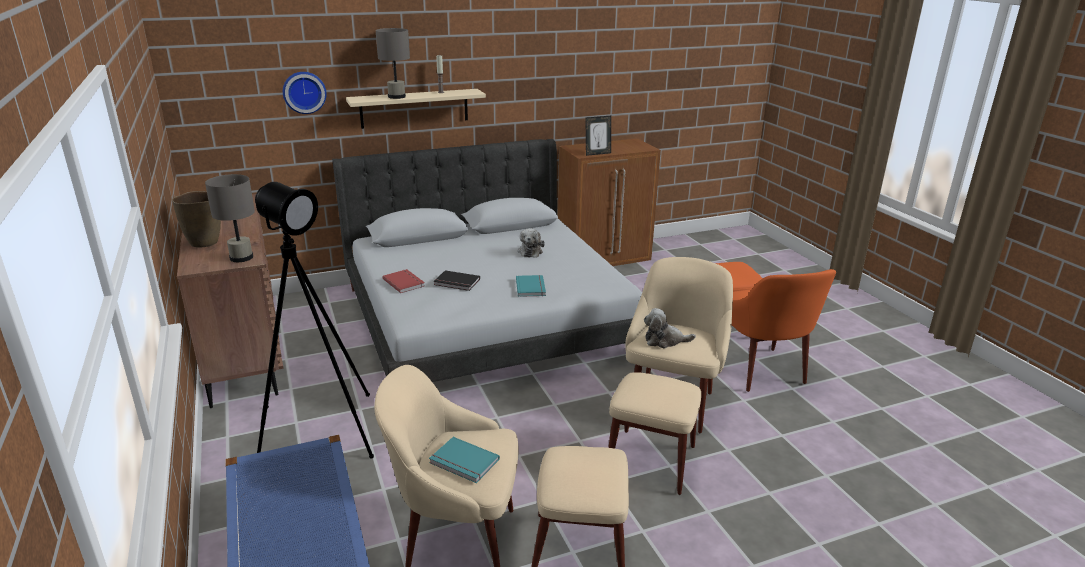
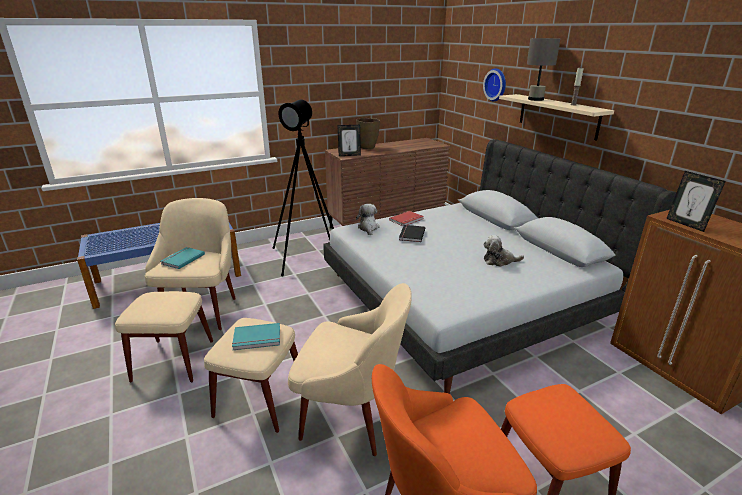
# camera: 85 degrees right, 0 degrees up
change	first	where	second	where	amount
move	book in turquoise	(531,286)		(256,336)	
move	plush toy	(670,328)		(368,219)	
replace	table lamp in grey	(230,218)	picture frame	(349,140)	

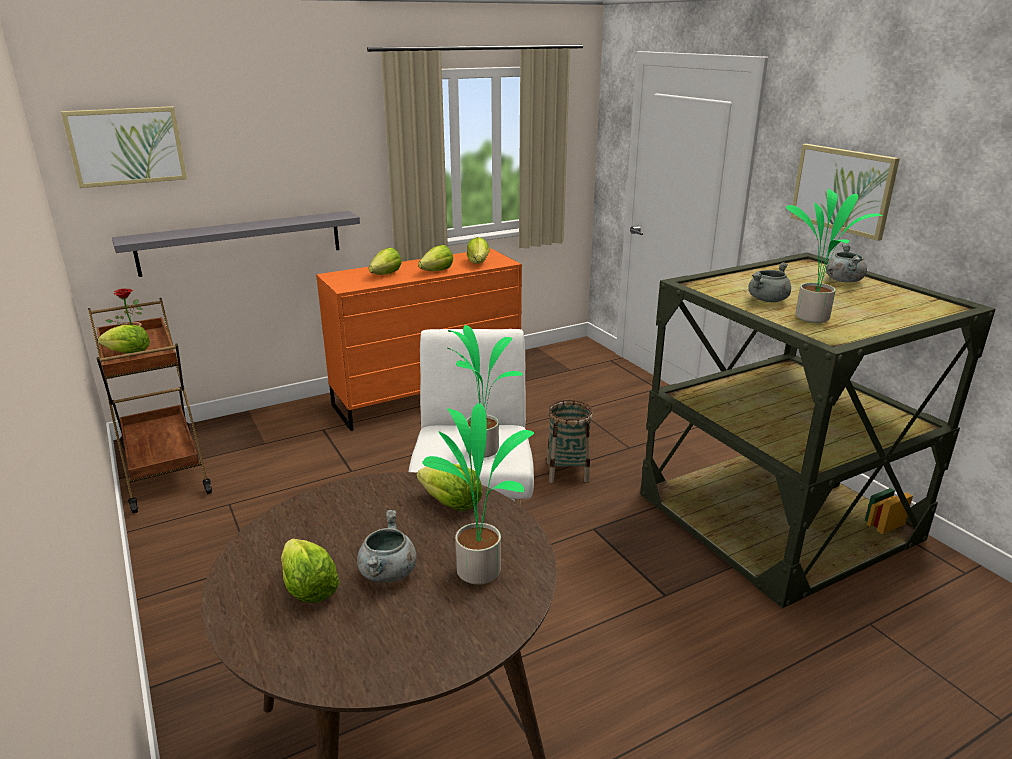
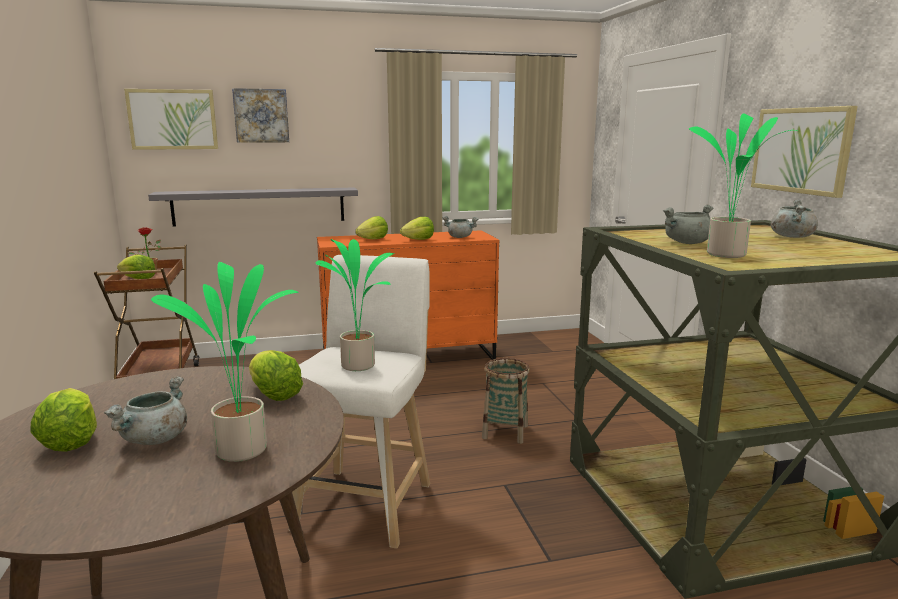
# camera: 15 degrees right, 10 degrees down
change	first	where	second	where	amount
insert			picture	(260,115)	
replace	lettuce	(478,250)	cooking pot in grey	(460,227)	

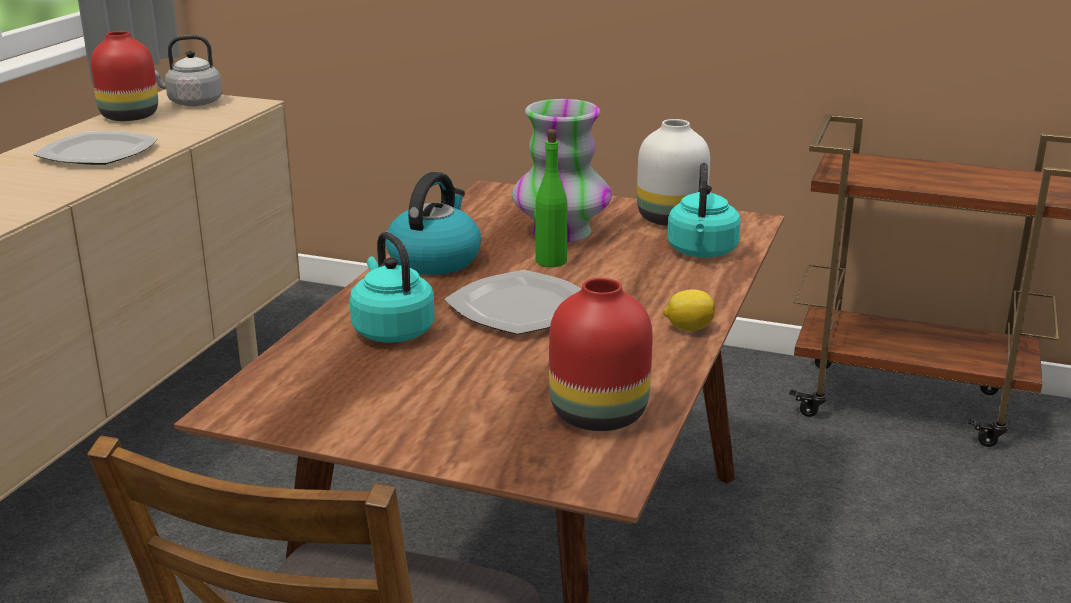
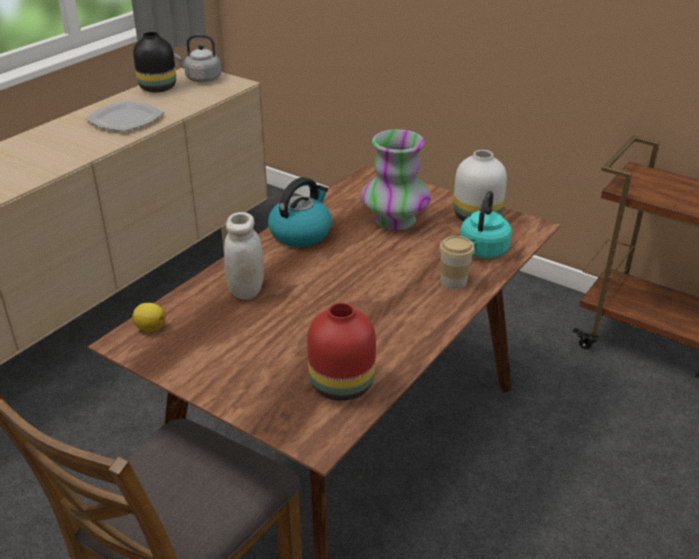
# camera: 15 degrees right, 10 degrees up
change	first	where	second	where	amount
delete	plate	(513,302)			
delete	bottle in green	(551,198)			
insert			cup	(457,262)	
move	lemon	(689,310)		(149,317)	
replace	kettle in turquoise	(392,287)	jar in white	(244,256)	
recolor	vase in red	(124,76)	vase in black	(154,62)	

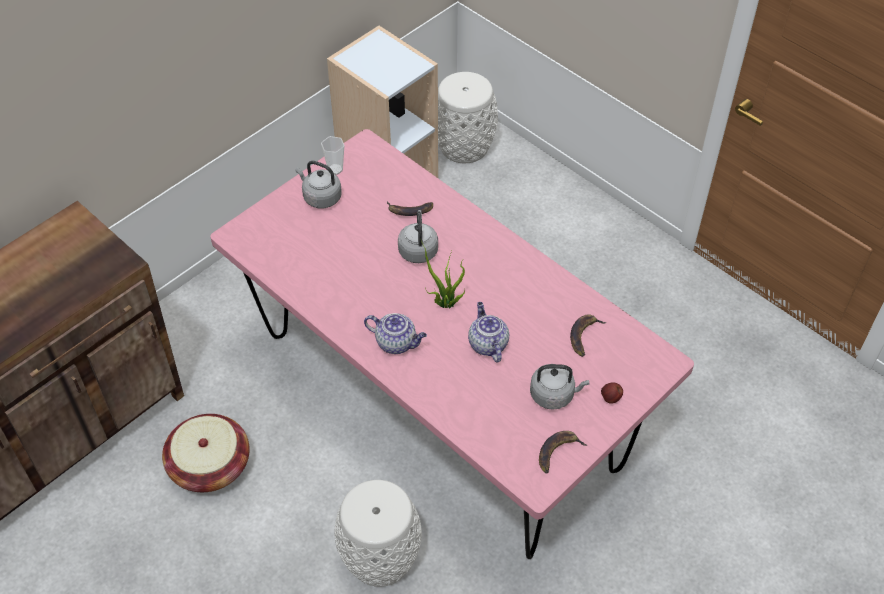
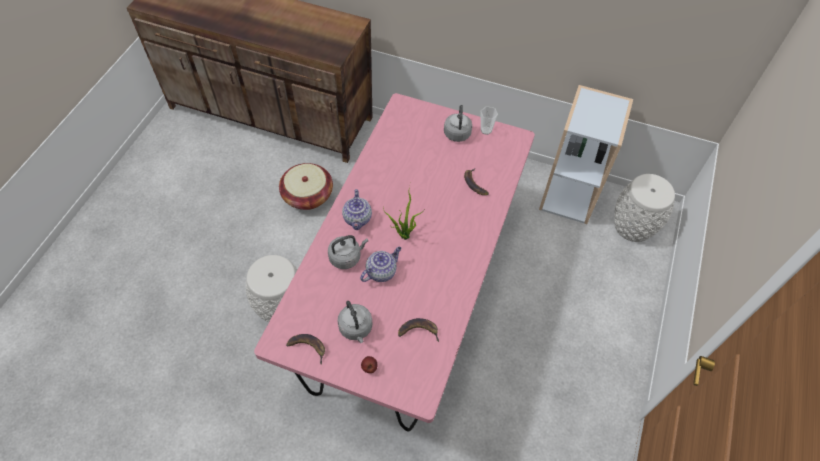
# camera: 65 degrees right, 5 degrees up
change	first	where	second	where	amount
move	kettle in grey	(418,236)		(348,252)	

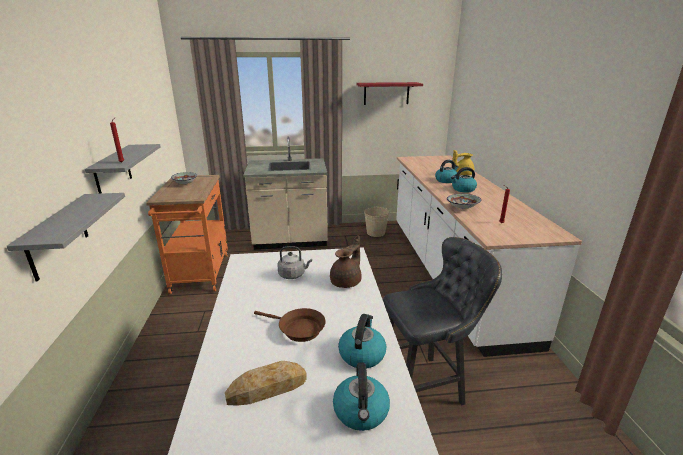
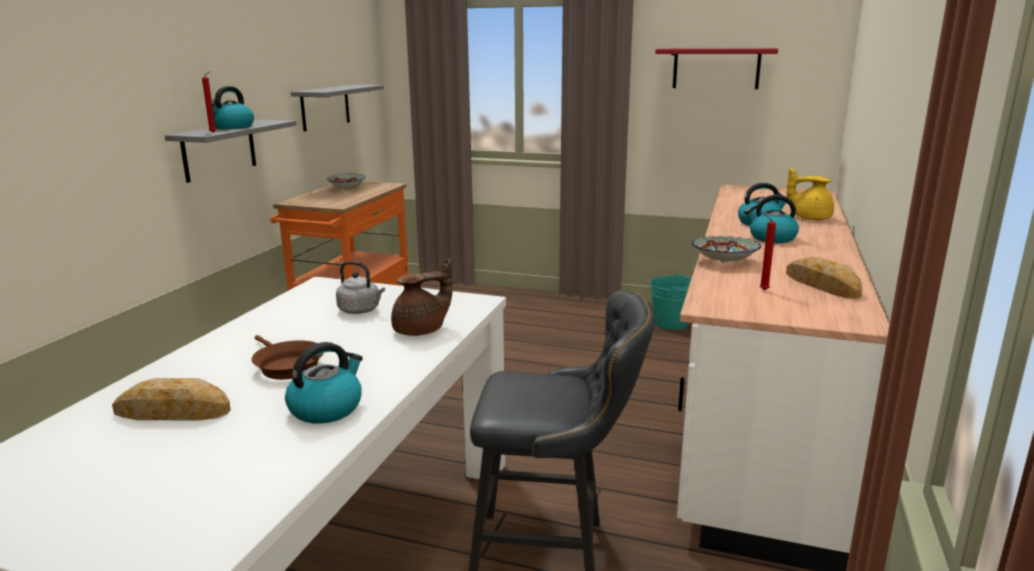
# camera: 25 degrees right, 5 degrees down
change	first	where	second	where	amount
delete	counter in beige	(285,193)			
insert			bread	(824,278)	
move	shelf in grey	(66,237)		(337,108)	
move	kettle	(361,397)		(233,107)	
recolor	bucket in beige	(377,221)	bucket in turquoise	(671,301)	

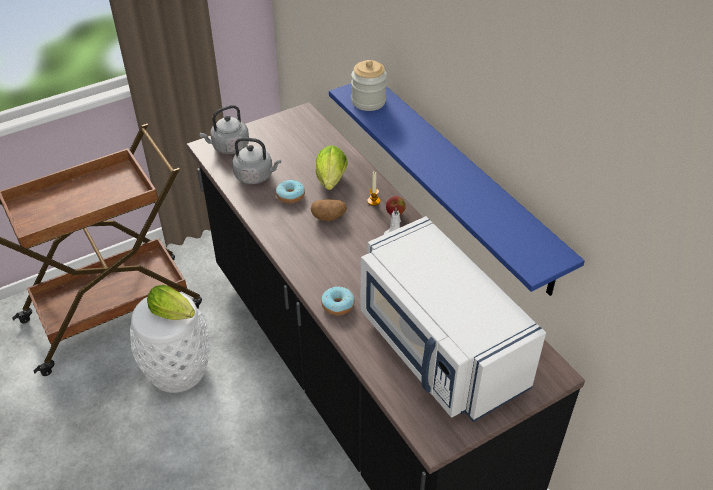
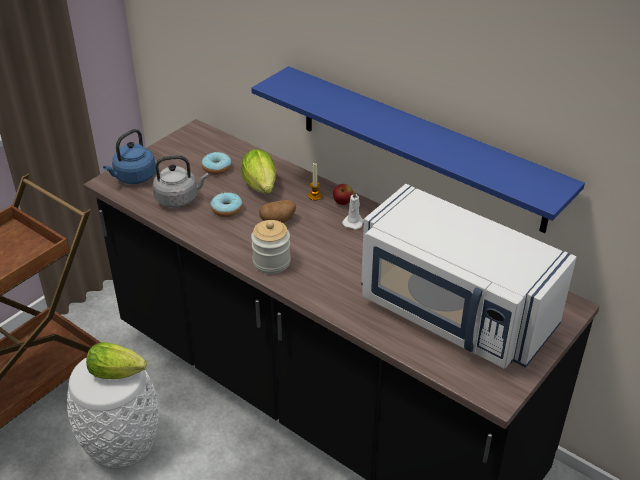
# camera: 20 degrees left, 5 degrees down
change	first	where	second	where	amount
move	donut	(338,301)		(216,163)	
move	jar	(369,85)		(271,247)	
recolor	kettle in grey	(224,129)	kettle in blue	(129,156)	

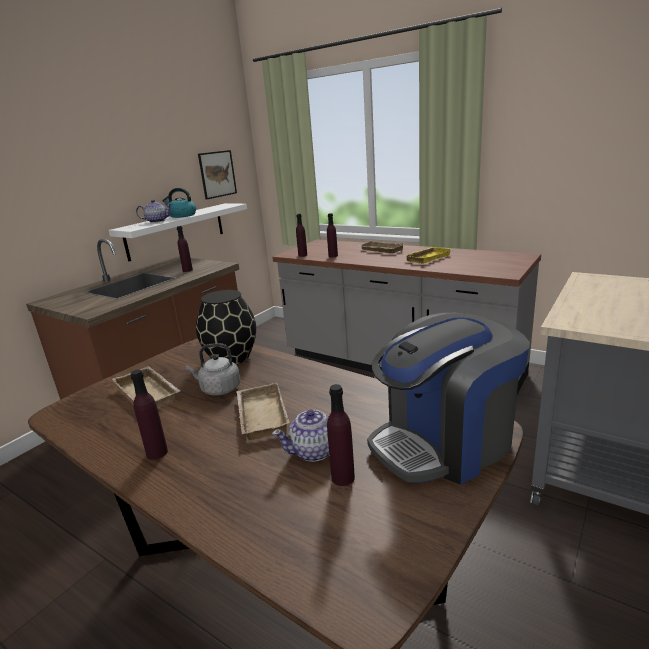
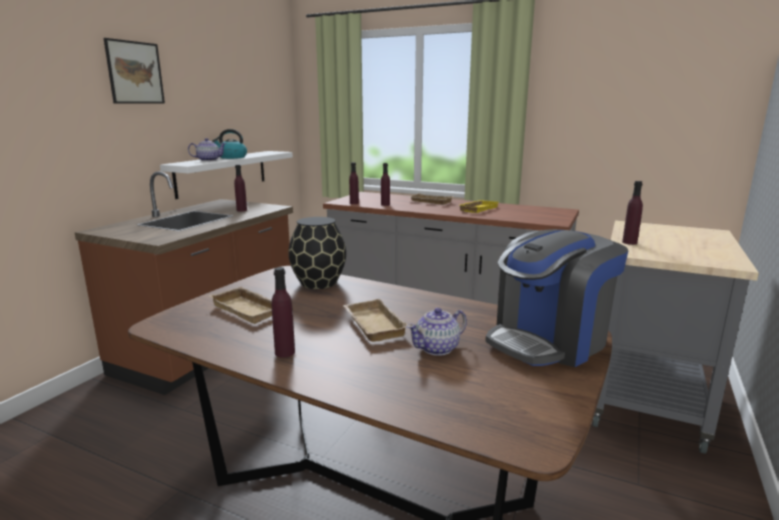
# camera: 10 degrees left, 5 degrees down
change	first	where	second	where	amount
delete	kettle in grey	(213,369)			
move	picture	(217,175)		(134,70)	
move	bottle in purple	(341,435)		(632,213)	

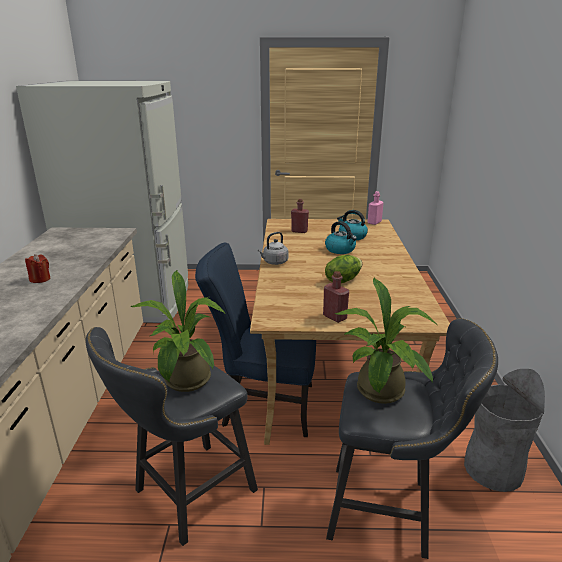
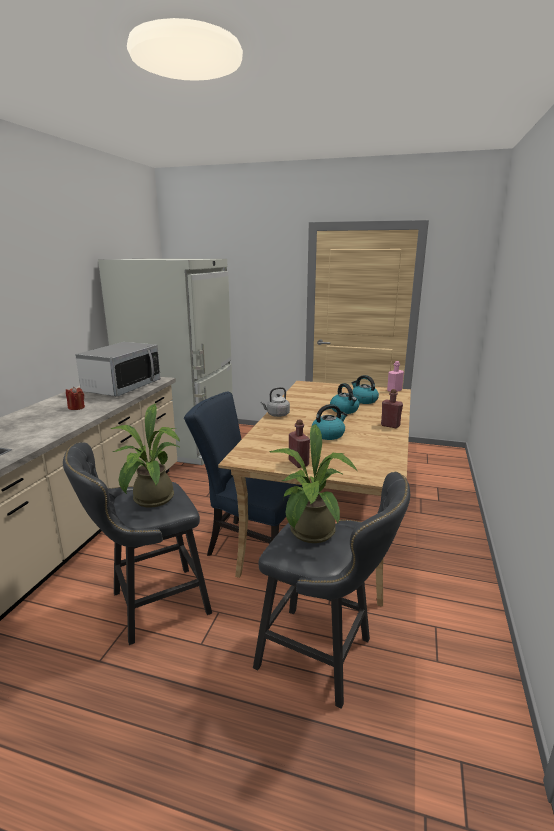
# camera: 15 degrees right, 5 degrees down
change	first	where	second	where	amount
delete	trash can in grey	(504,430)			
insert			microwave	(118,369)	
move	bottle in red	(300,216)		(392,408)	
replace	lettuce	(343,269)	kettle	(330,422)	

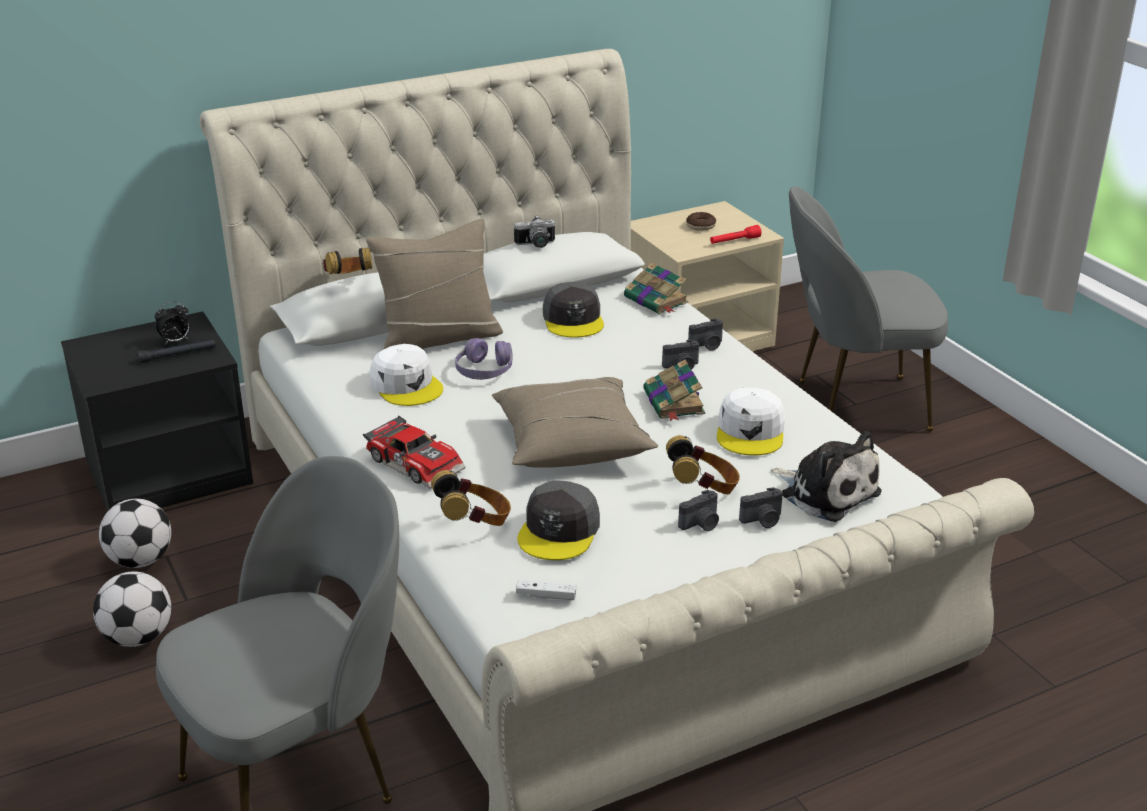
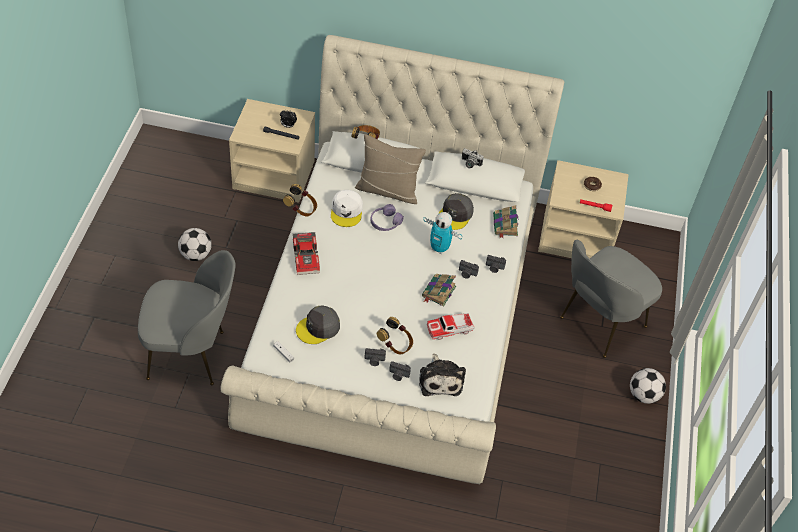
# camera: 35 degrees right, 20 degrees up
change	first	where	second	where	amount
delete	pillow in beige	(575,422)			
insert			toy robot	(442,233)	
move	football	(135,533)		(648,386)	
move	headphones	(471,498)		(300,200)	
replace	cap in white	(751,422)	toy car	(450,326)	
recolor	nightstand in black	(157,411)	nightstand in beige	(272,151)	
rotate	chair in grey	(868,309)		(611,299)	75 degrees counterclockwise

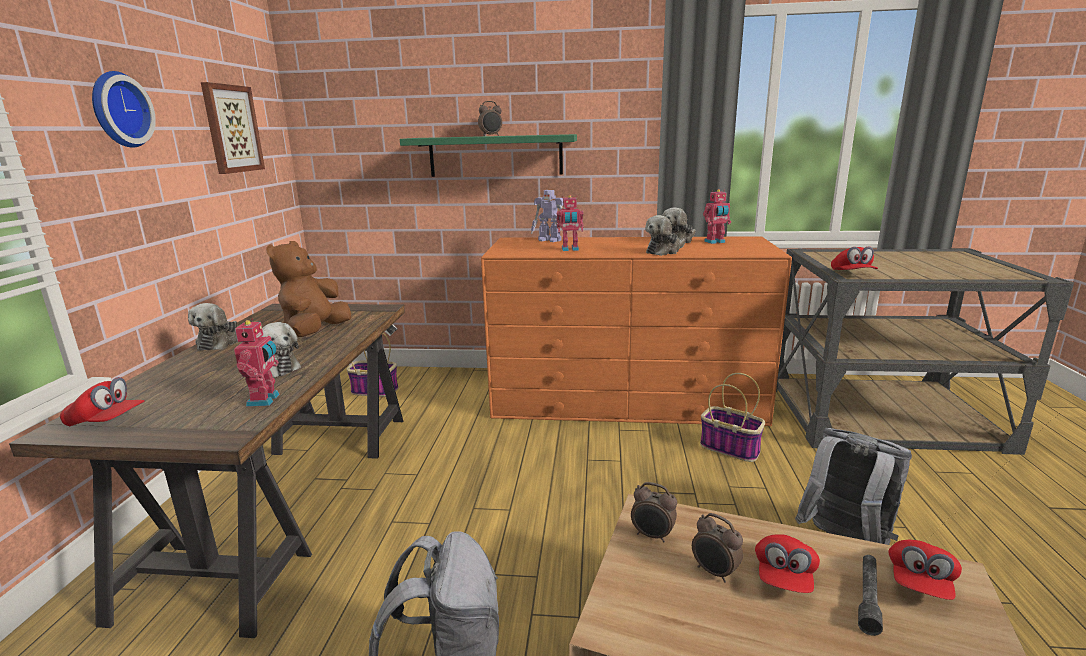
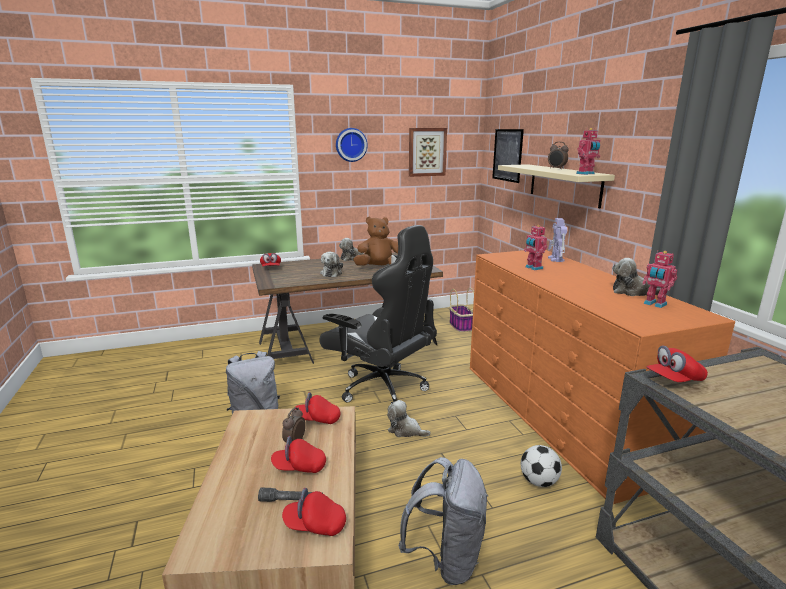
# camera: 65 degrees right, 0 degrees up
change	first	where	second	where	amount
insert			office chair in black	(378,314)	
insert			picture	(508,156)	
move	toy robot	(257,362)		(588,151)	
move	plush toy	(665,235)		(408,418)	
replace	alarm clock	(654,512)	cap in red	(318,408)	
replace	basket	(732,417)	football	(541,466)	
recolor	shelf in green	(488,155)	shelf in beige	(556,186)	

